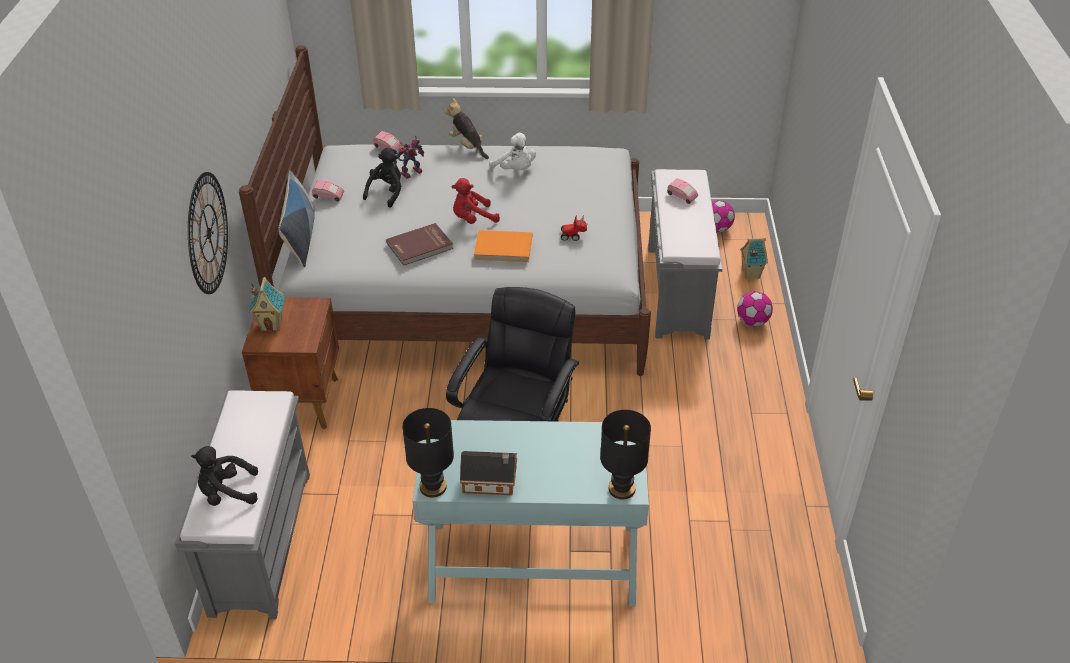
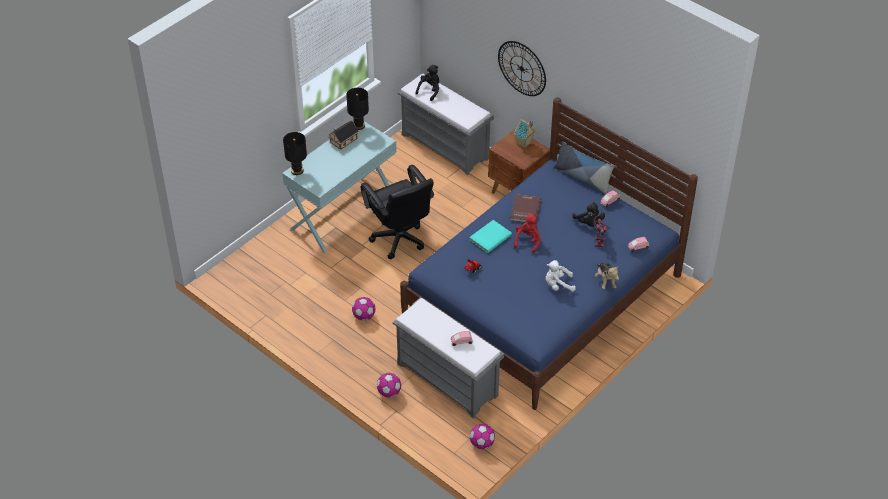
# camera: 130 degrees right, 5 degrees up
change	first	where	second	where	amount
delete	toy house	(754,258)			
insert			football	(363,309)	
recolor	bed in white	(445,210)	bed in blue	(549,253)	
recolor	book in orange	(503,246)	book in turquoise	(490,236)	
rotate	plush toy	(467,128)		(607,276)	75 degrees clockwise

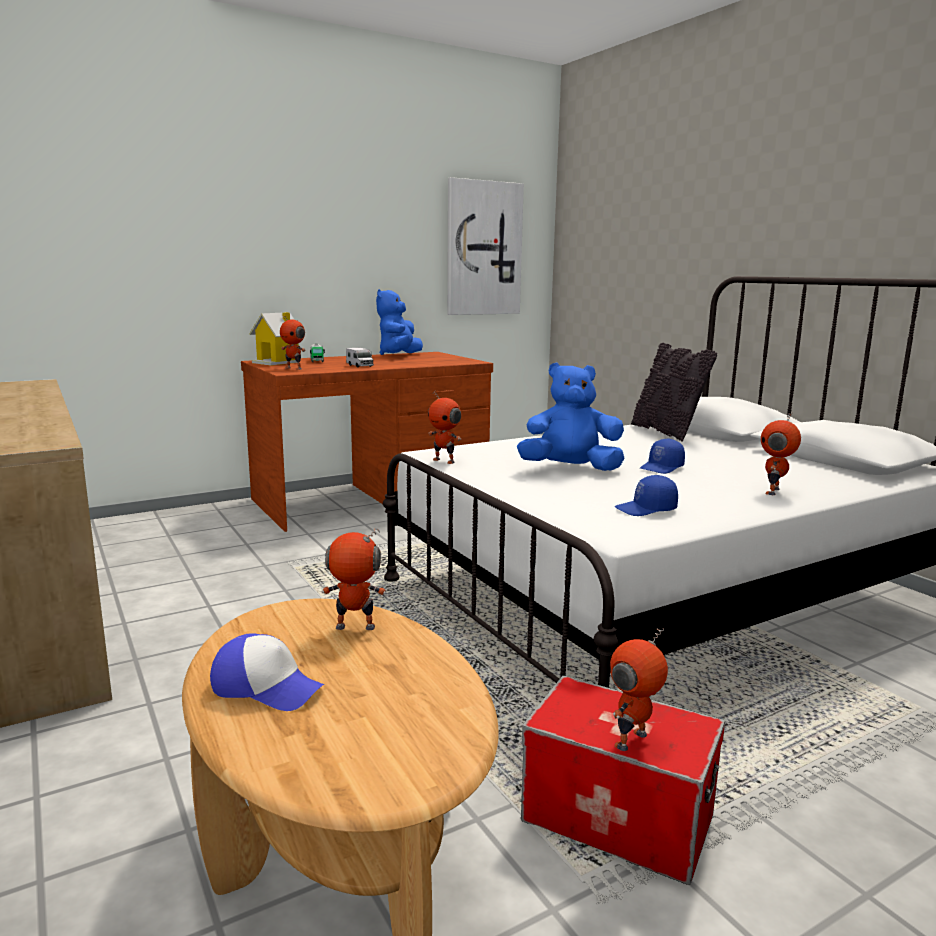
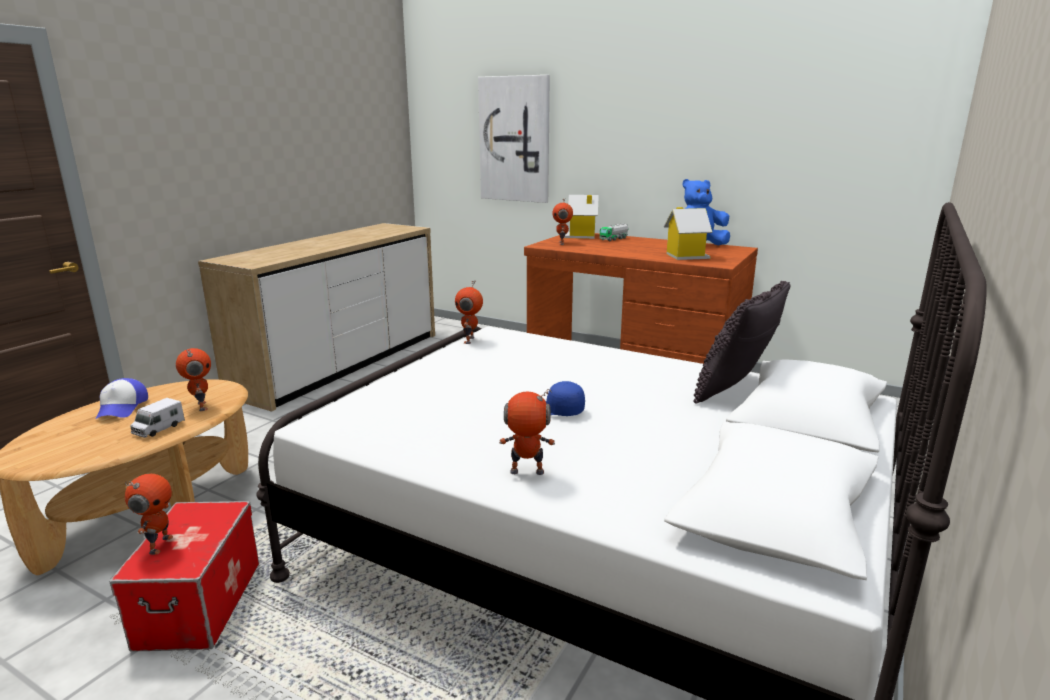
# camera: 60 degrees right, 5 degrees up
change	first	where	second	where	amount
delete	plush toy in blue	(570,417)			
delete	cap in blue	(646,495)			
insert			toy house	(688,233)	
move	toy truck	(360,358)		(157,418)	
move	picture	(485,246)		(514,139)	
rotate	toy robot	(639,689)		(149,514)	75 degrees clockwise

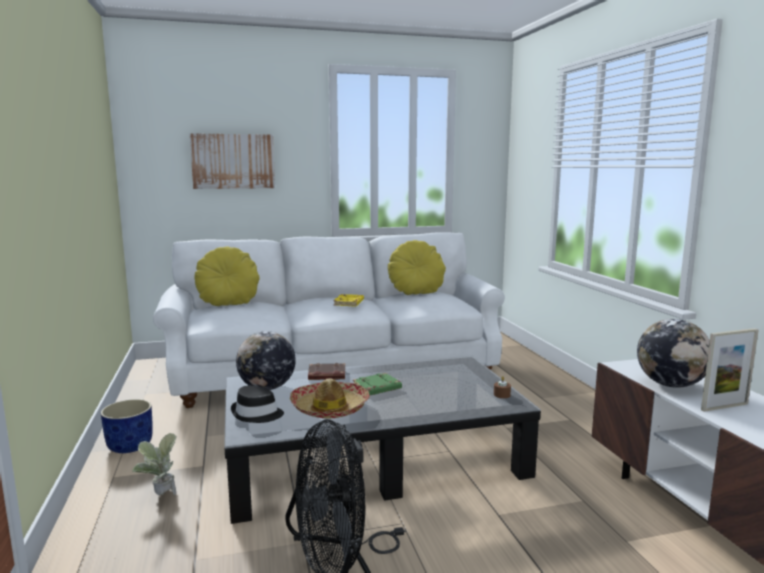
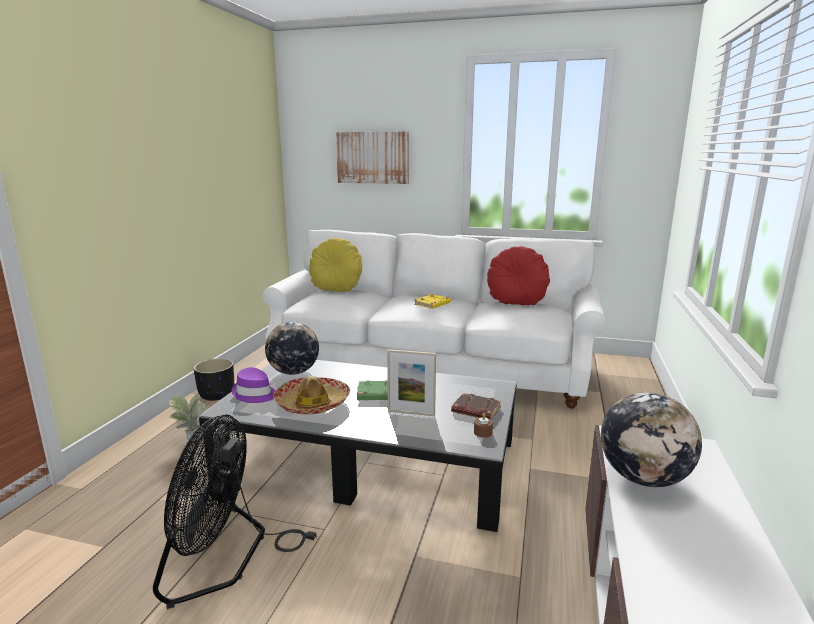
# camera: 30 degrees right, 5 degrees up
change	first	where	second	where	amount
move	book in brown	(326,371)		(476,406)	
move	picture frame	(730,370)		(411,382)	
recolor	planter in blue	(127,426)	planter in black	(213,379)	
recolor	hat in black	(257,404)	hat in purple	(254,385)	
recolor	pillow in yellow	(417,267)	pillow in red	(518,275)	

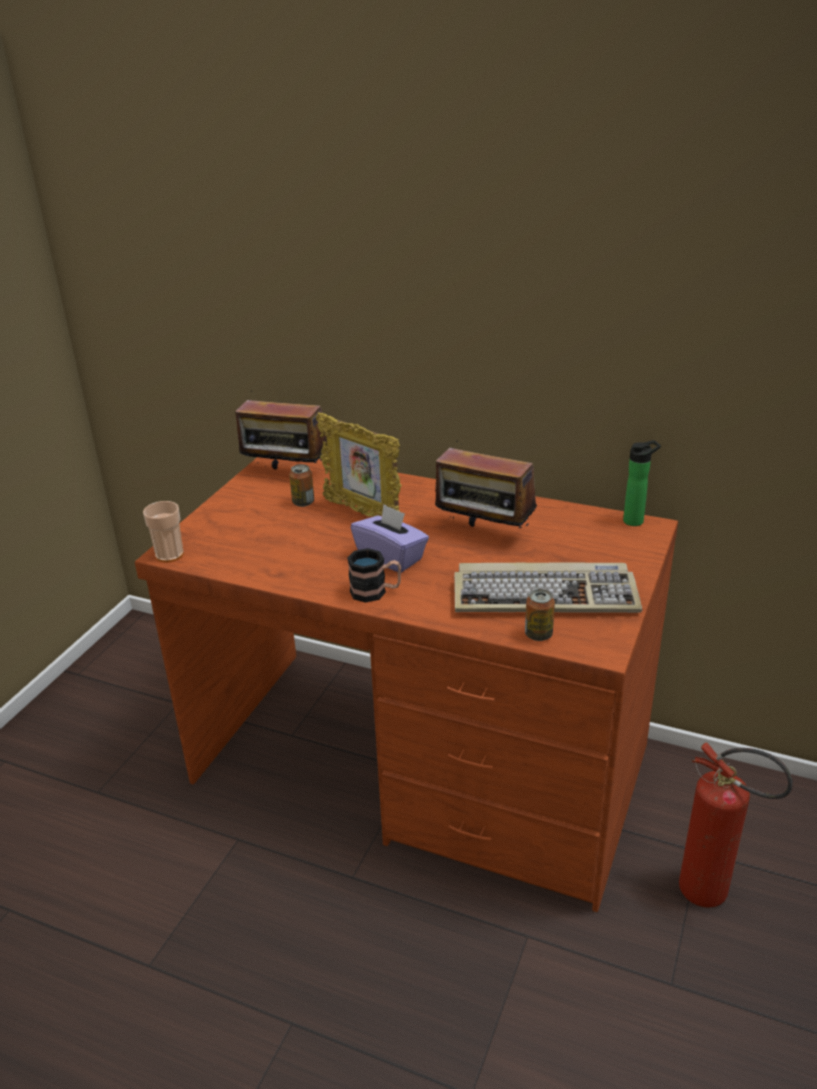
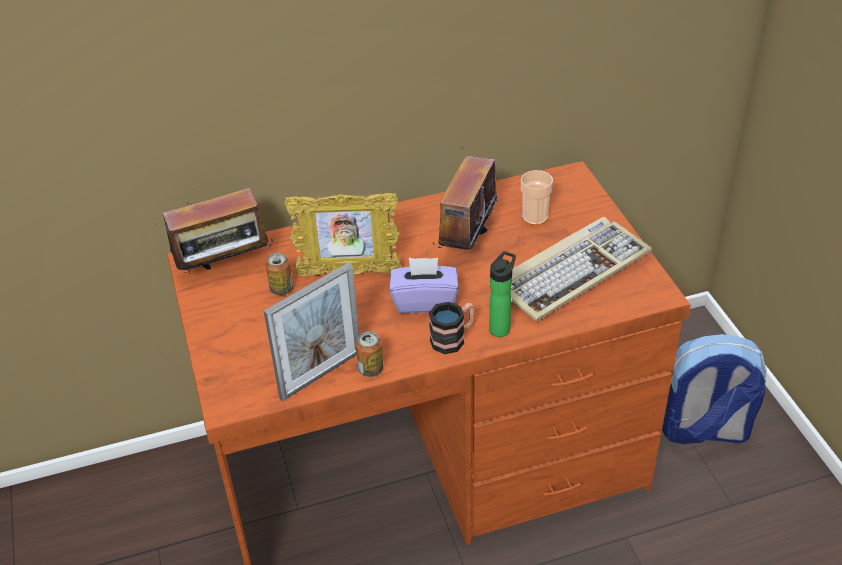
# camera: 40 degrees left, 10 degrees up
change	first	where	second	where	amount
insert			picture frame	(311,331)	
move	cup	(163,531)		(537,198)	
move	can	(540,615)		(369,354)	
move	bottle	(642,483)		(502,294)	
replace	fire extinguisher	(736,825)	backpack	(714,389)	
rotate	radio	(486,484)		(467,201)	120 degrees clockwise

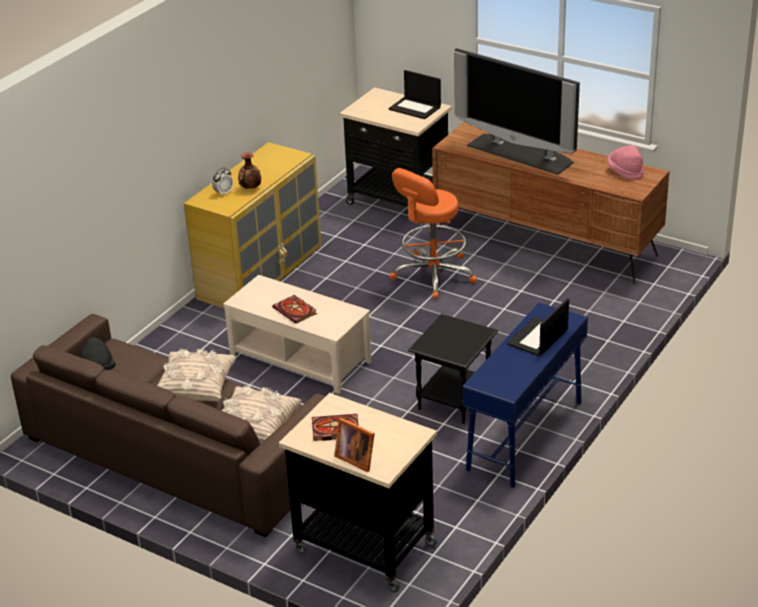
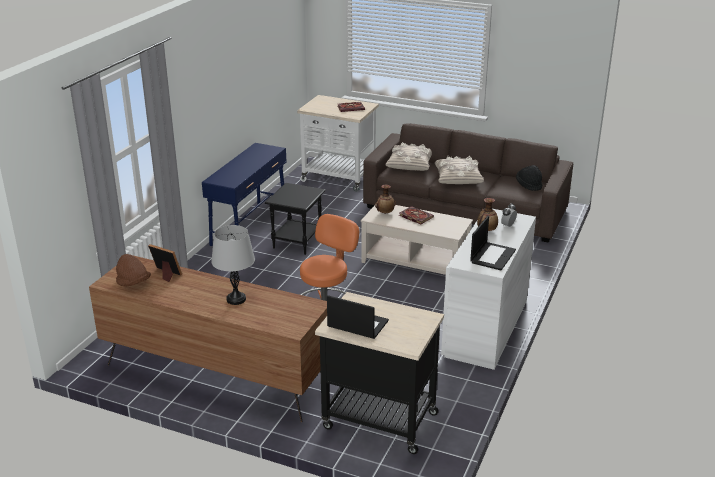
# camera: 170 degrees right, 5 degrees down
change	first	where	second	where	amount
insert			vase	(385,199)	
move	picture frame	(354,445)		(165,263)	
move	laptop	(538,327)		(493,243)	
replace	television	(517,111)	table lamp in grey	(233,265)	
recolor	cabinet in yellow	(253,225)	cabinet in white	(488,289)	
recolor	cart in black	(358,492)	cart in white	(338,143)	
recolor	hat in pink	(626,162)	hat in brown	(133,270)	

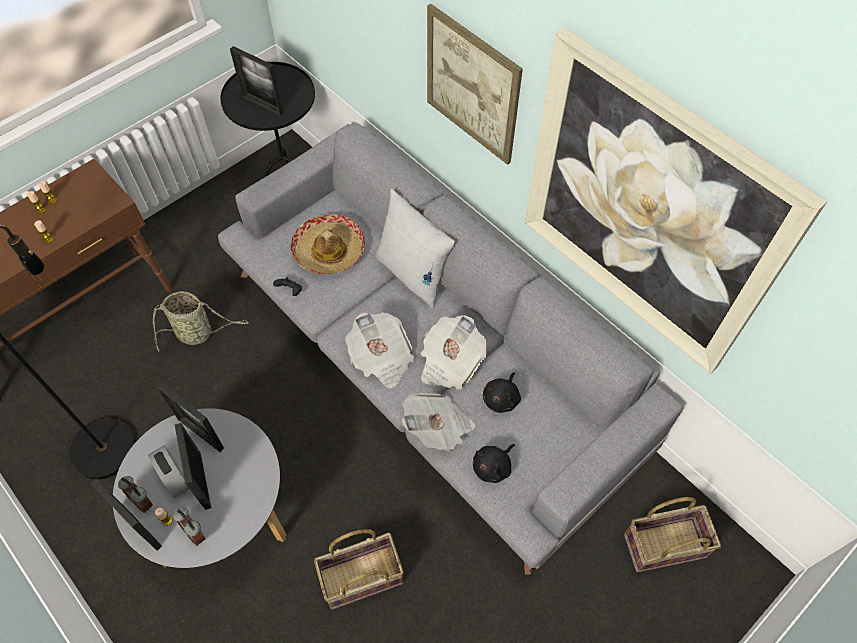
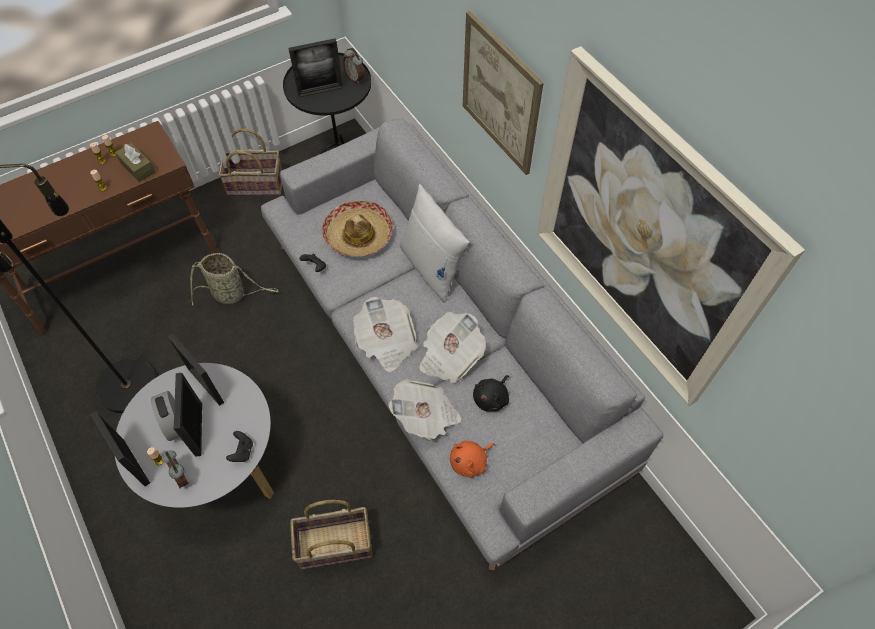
# camera: 10 degrees right, 0 degrees up
change	first	where	second	where	amount
insert			tissue box in brown	(135,162)	
insert			game controller in black	(239,446)	
move	alarm clock	(135,494)		(353,66)	
move	basket	(672,535)		(250,162)	
recolor	plush toy in black	(494,463)	plush toy in orange	(472,459)	
rotate	picture frame	(256,81)		(315,67)	60 degrees counterclockwise

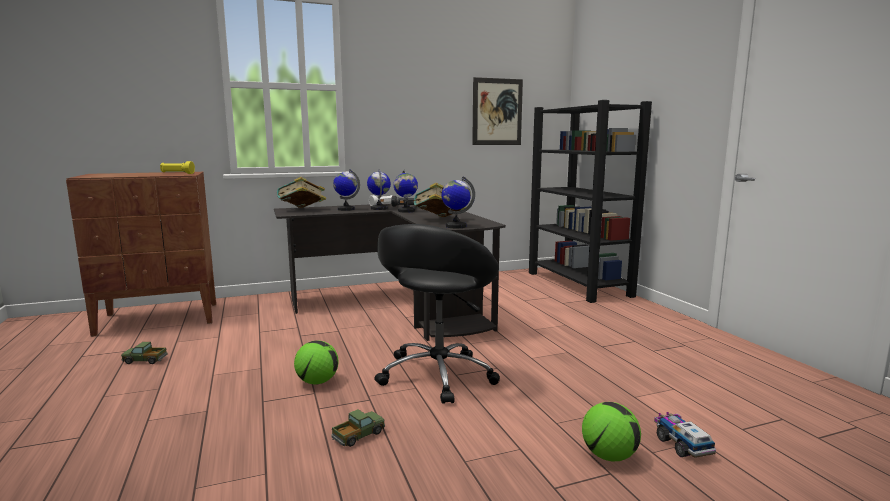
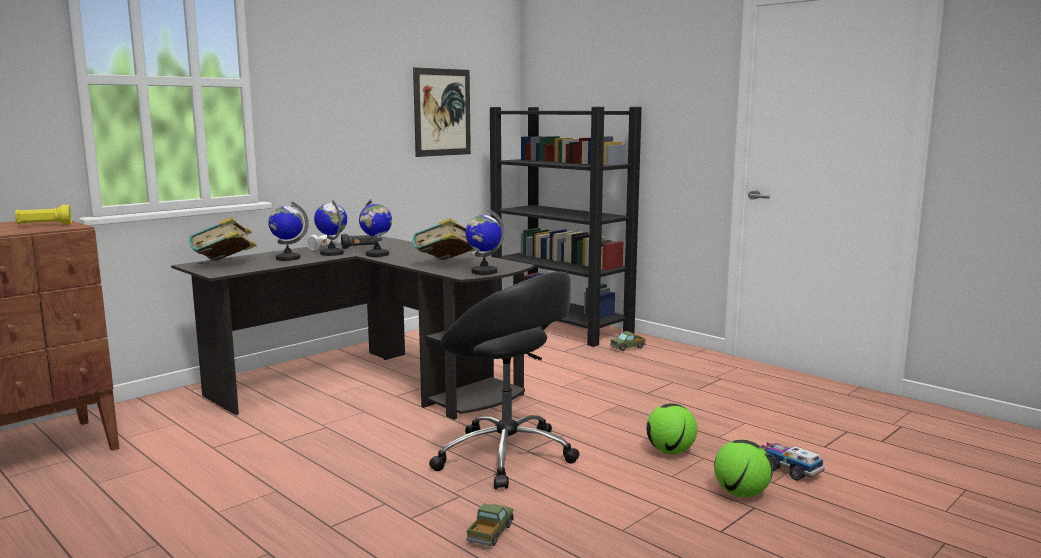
# camera: 25 degrees left, 0 degrees up
change	first	where	second	where	amount
move	toy truck	(144,353)		(628,341)	
move	football	(316,363)		(671,428)	
rotate	office chair in black	(437,314)		(504,380)	45 degrees counterclockwise

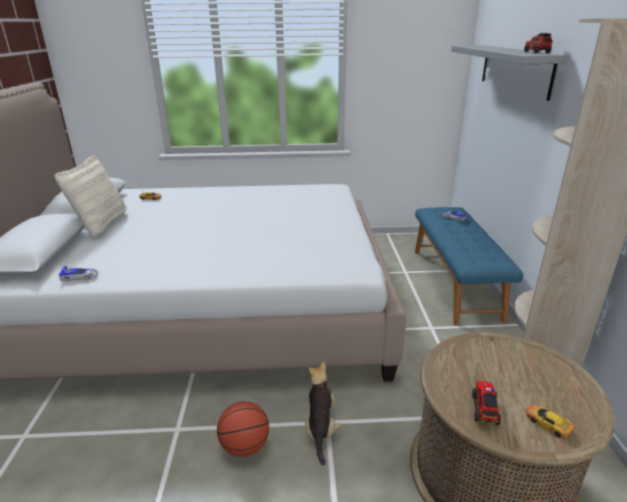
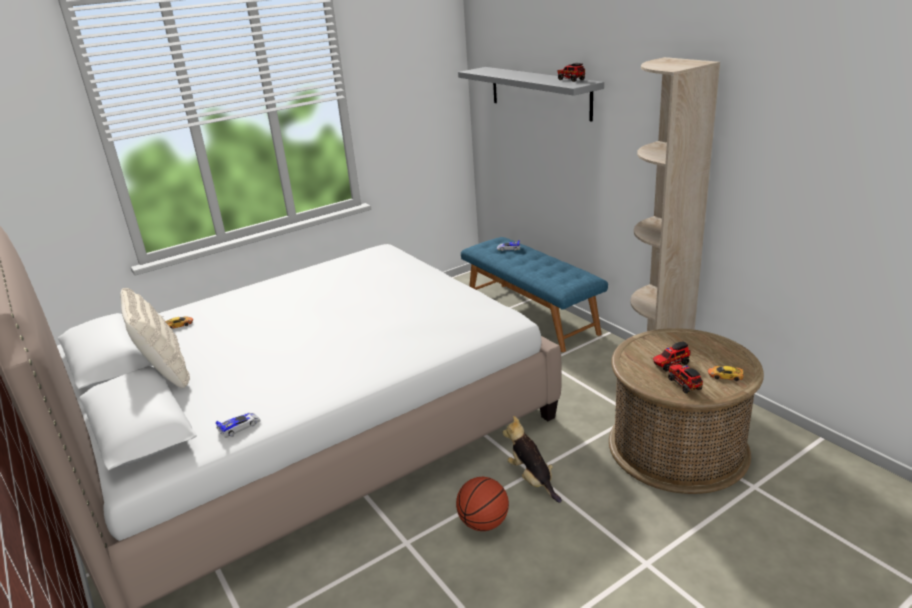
# camera: 30 degrees left, 0 degrees up
change	first	where	second	where	amount
insert			toy truck	(672,356)	

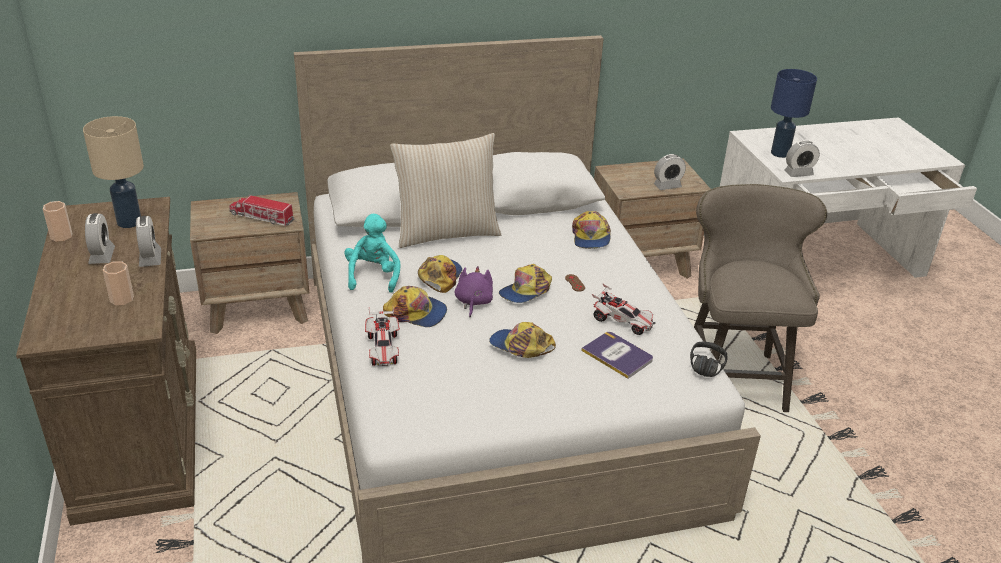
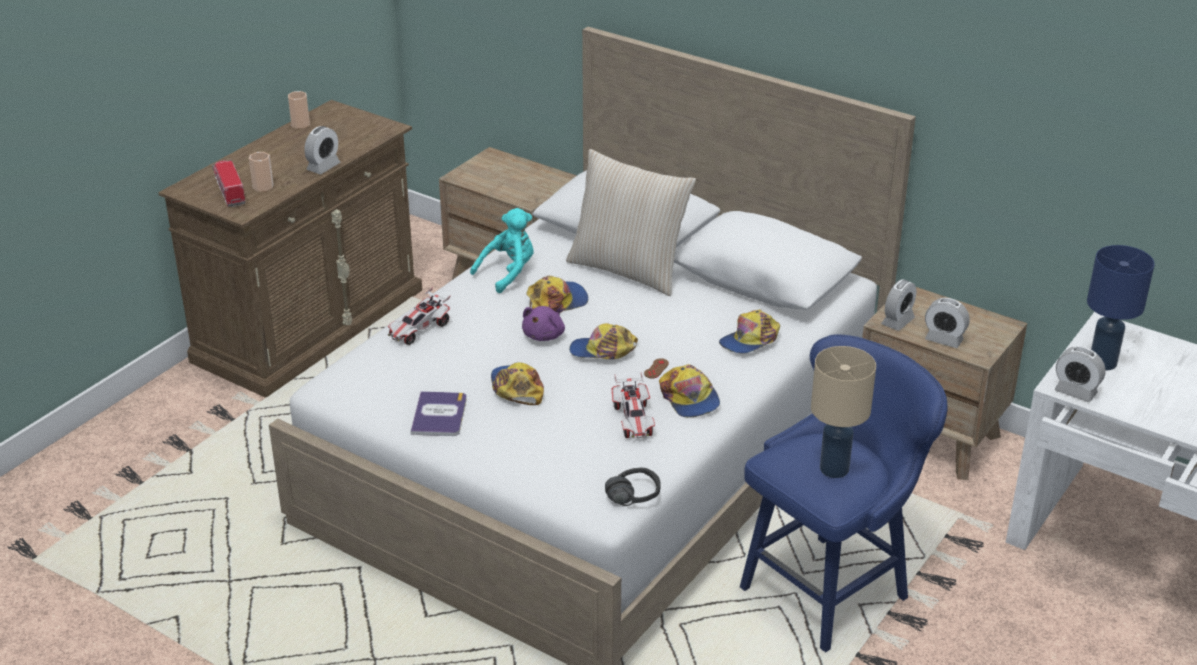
# camera: 50 degrees right, 0 degrees up
change	first	where	second	where	amount
move	table lamp in beige	(113,172)		(843,412)	
move	alarm clock	(100,238)		(898,305)	
move	toy truck	(262,210)		(228,183)	
move	cap	(415,306)		(689,390)	
move	book	(617,355)		(439,413)	
recolor	stool in beige	(760,298)	stool in blue	(844,493)	
rotate	plush toy in purple	(474,291)		(543,323)	150 degrees clockwise

